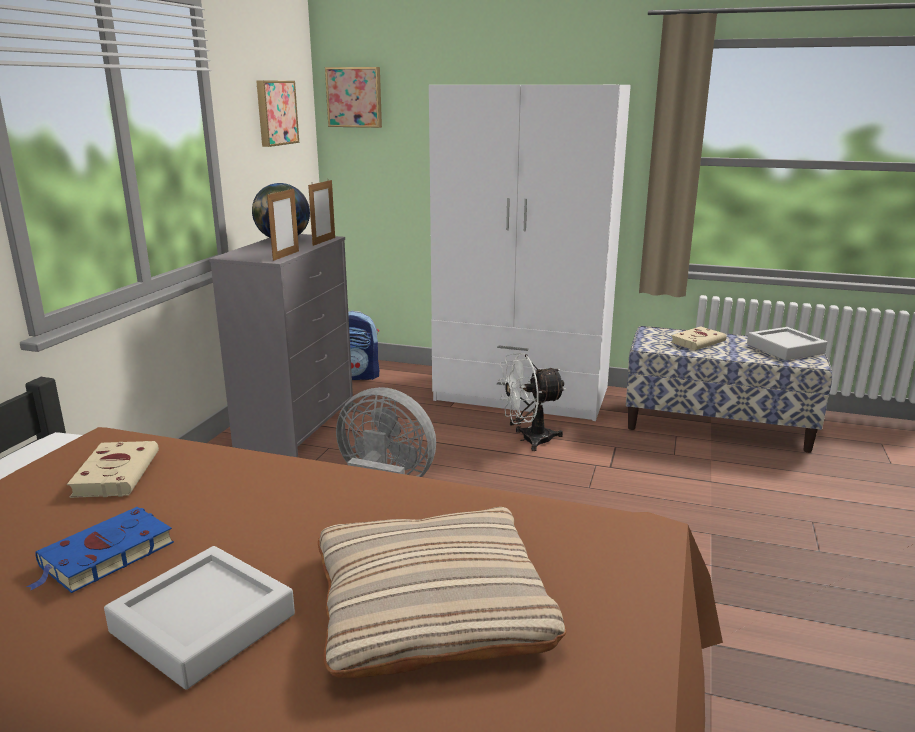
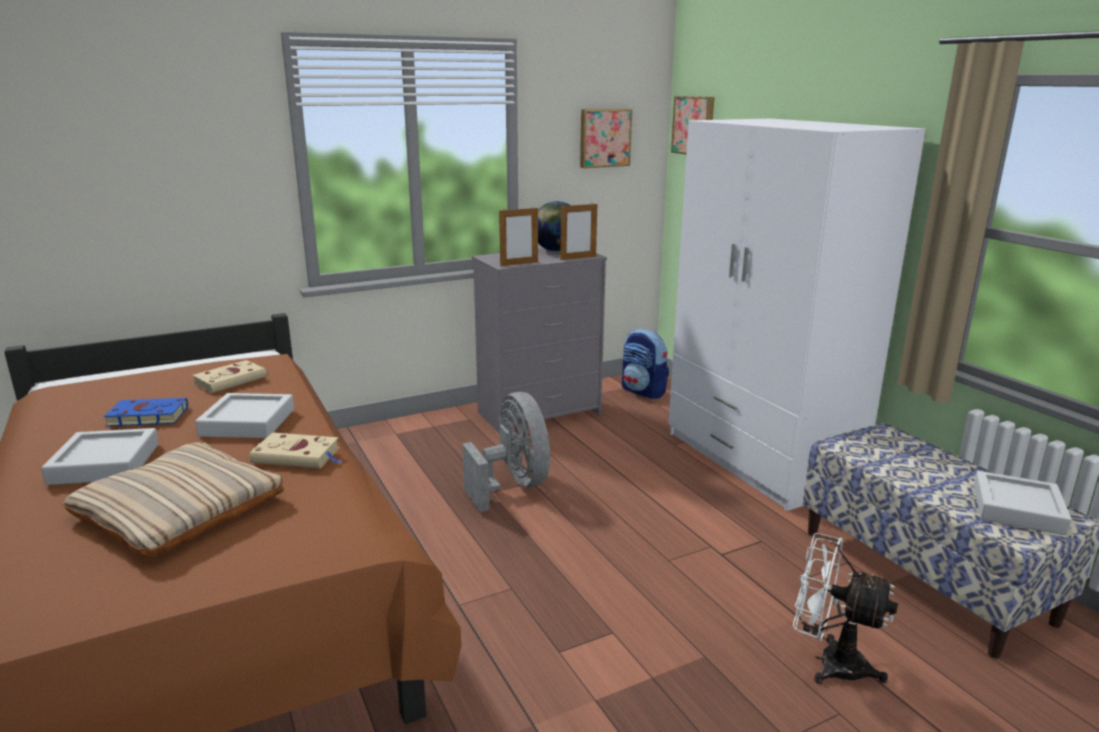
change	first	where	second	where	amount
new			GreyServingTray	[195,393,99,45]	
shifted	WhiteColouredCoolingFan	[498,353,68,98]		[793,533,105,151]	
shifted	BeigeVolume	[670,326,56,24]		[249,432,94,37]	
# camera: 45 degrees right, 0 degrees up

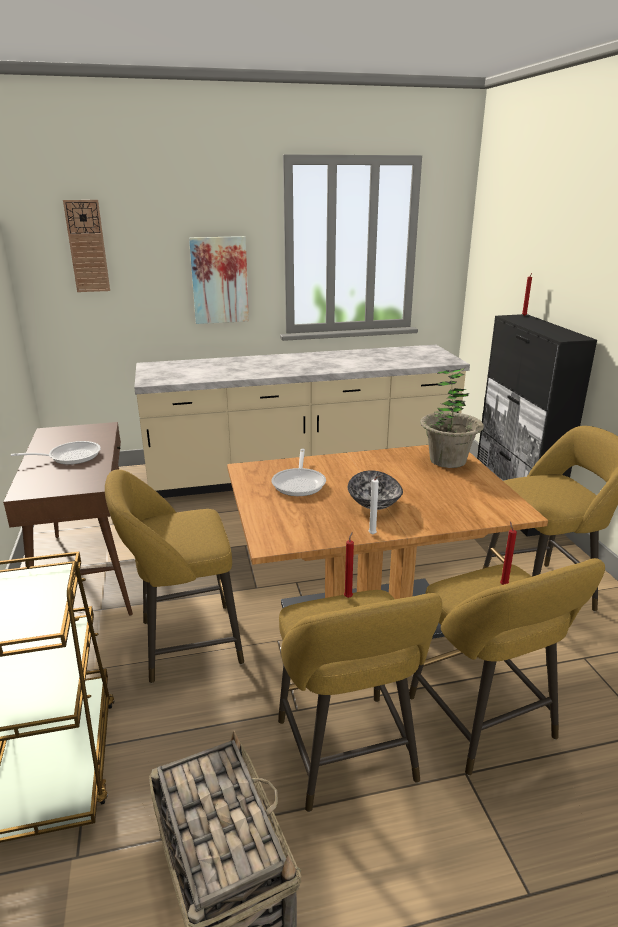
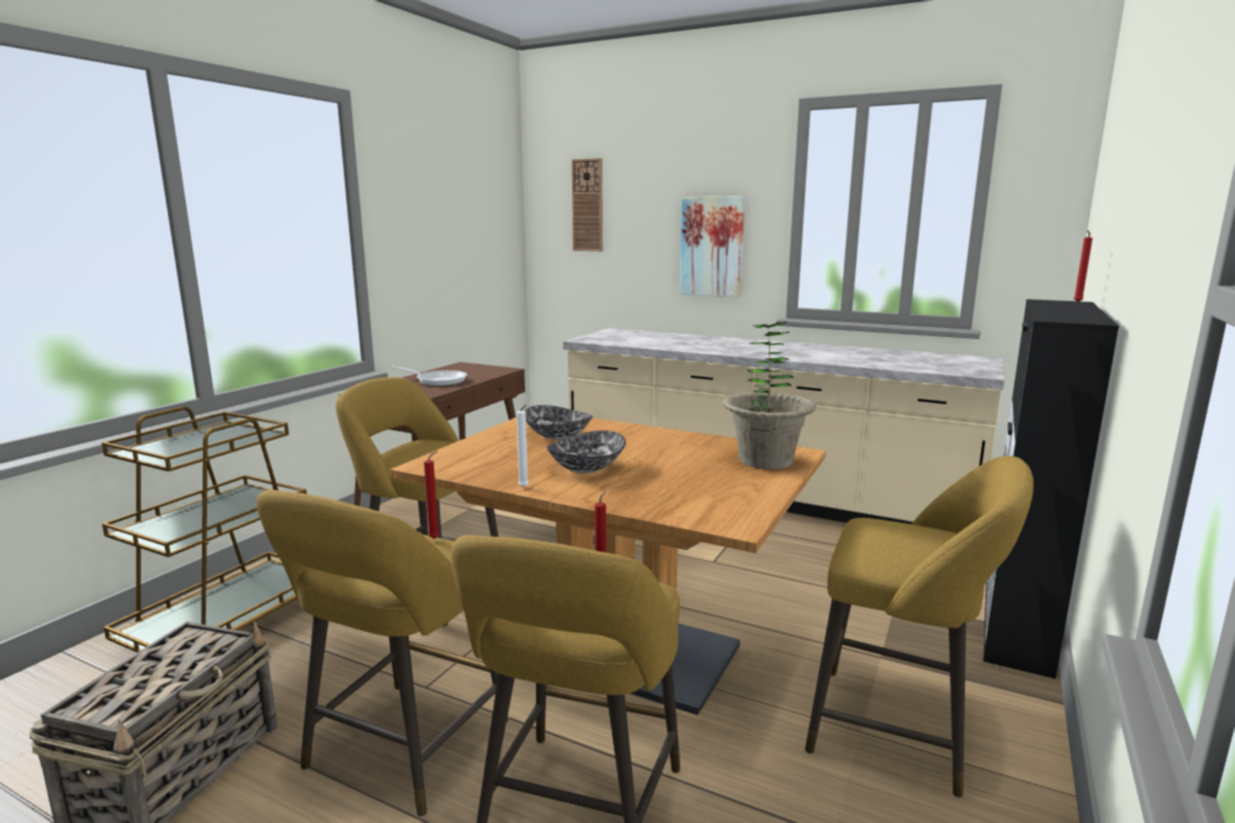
change	first	where	second	where	amount
swapped	FryingPan	[272,449,54,47]	ServingBowl	[524,405,69,35]	
# camera: 40 degrees right, 10 degrees down

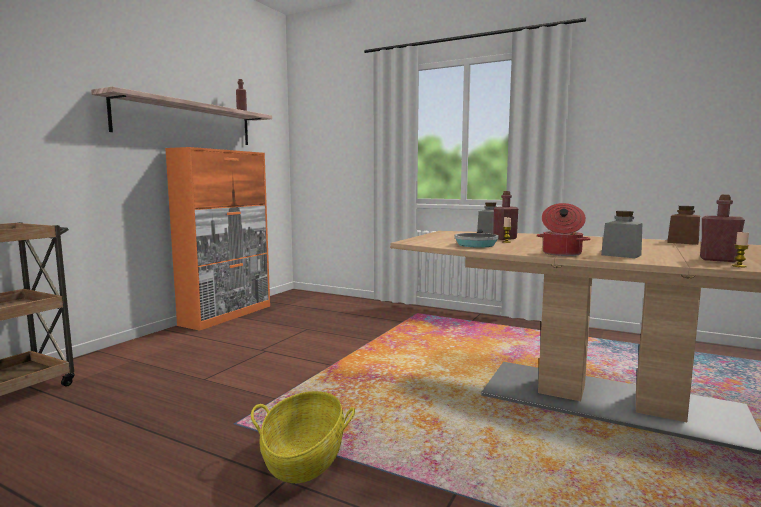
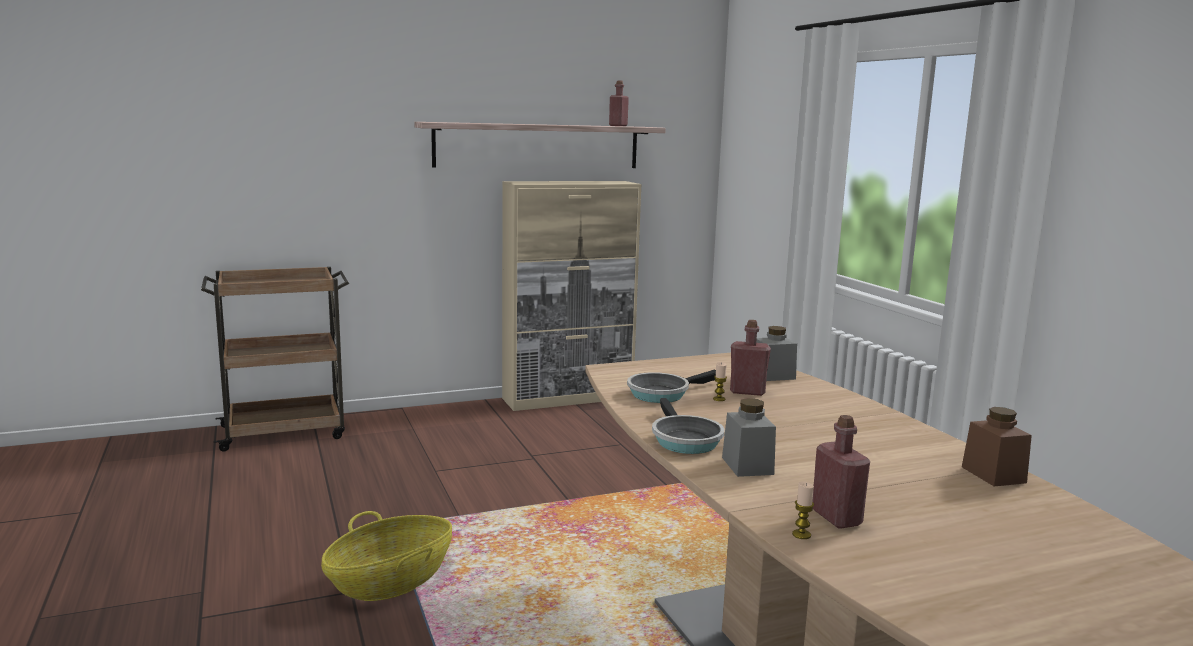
change	first	where	second	where	amount
swapped	CookingPot	[537,203,54,53]	FryingPan	[652,398,73,56]	
repainted	OrangeCupboard	[165,147,105,184]	BeigeCupboard	[502,181,140,230]	
# camera: 40 degrees right, 5 degrees up

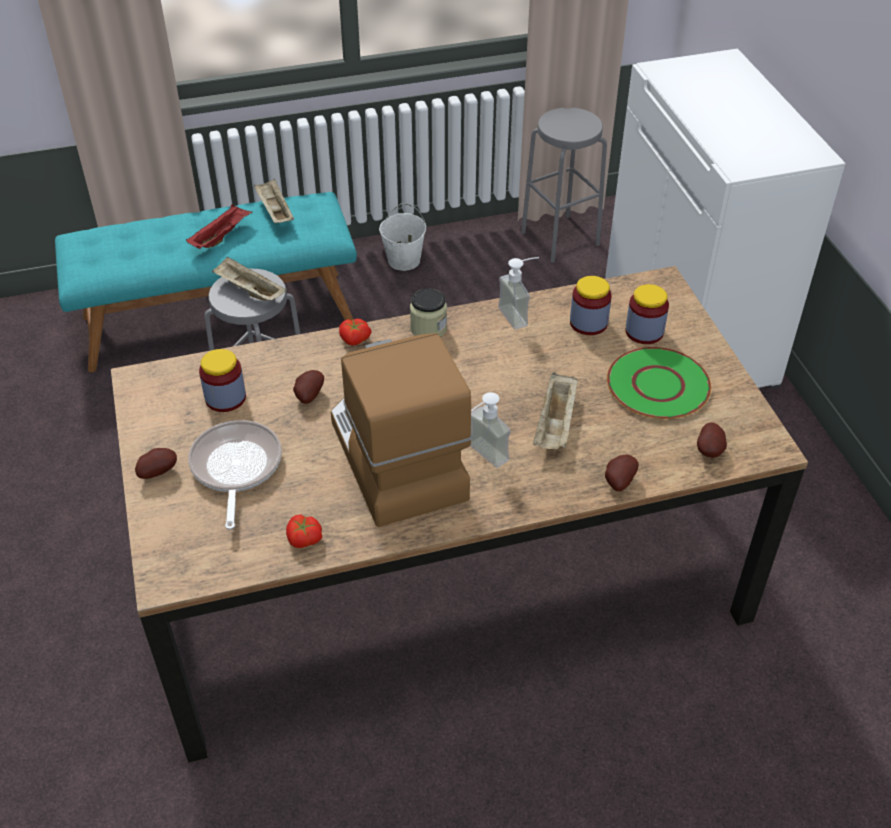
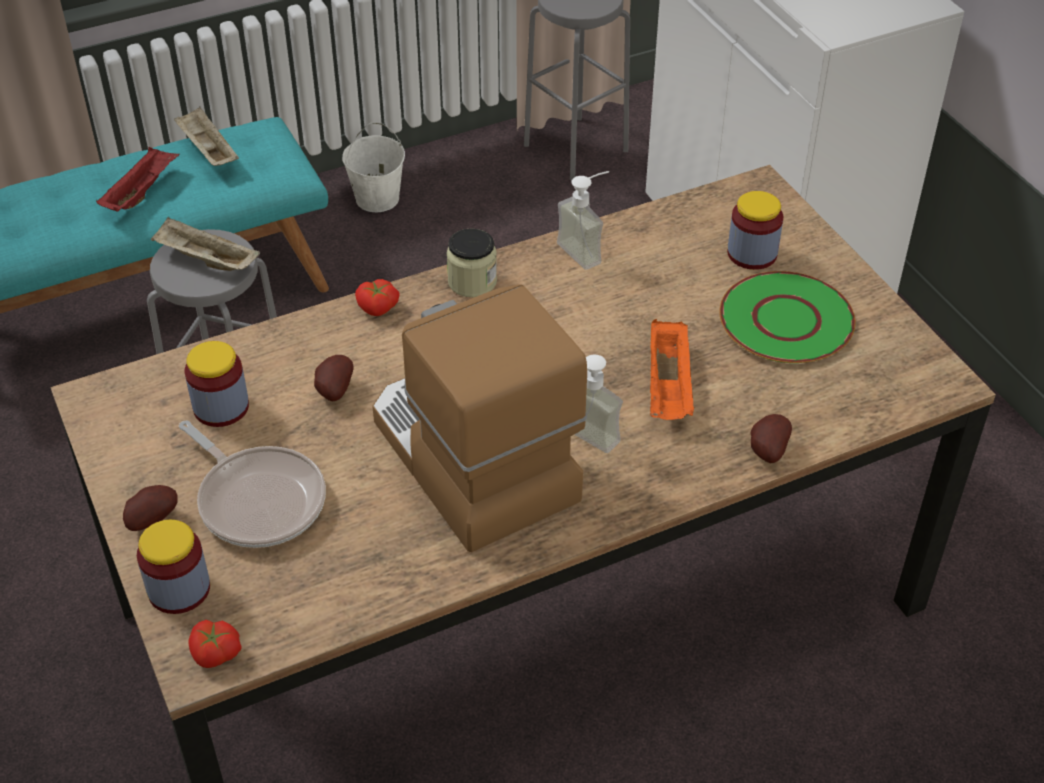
change	first	where	second	where	amount
gone	Potato	[697,422,30,36]			
shifted	FreshTomato	[286,514,36,34]		[188,620,54,48]	
shifted	Jar	[570,276,42,59]		[137,520,73,94]	
repainted	BeigeServingTray	[533,372,45,77]	OrangeServingTray	[650,319,45,101]	
rotated	FryingPan	[188,420,94,110]		[179,420,147,128]	150 degrees clockwise
# camera: 10 degrees left, 0 degrees up

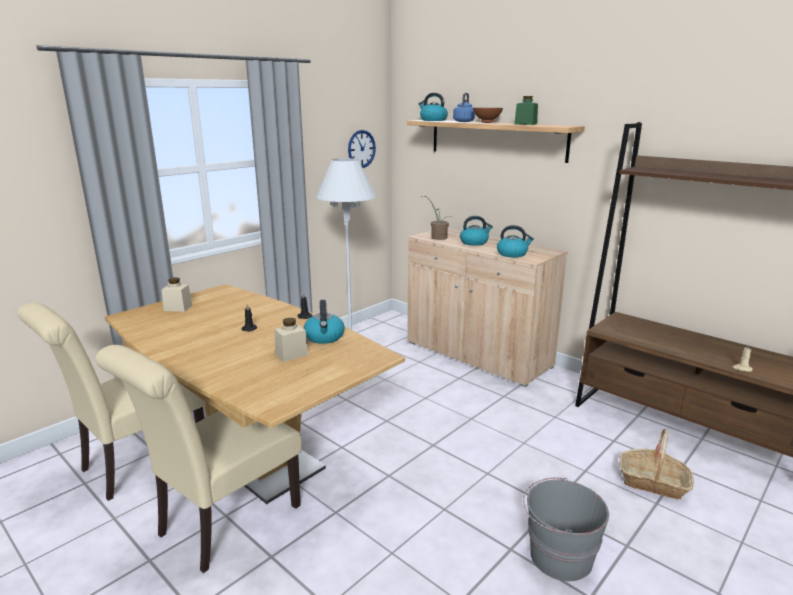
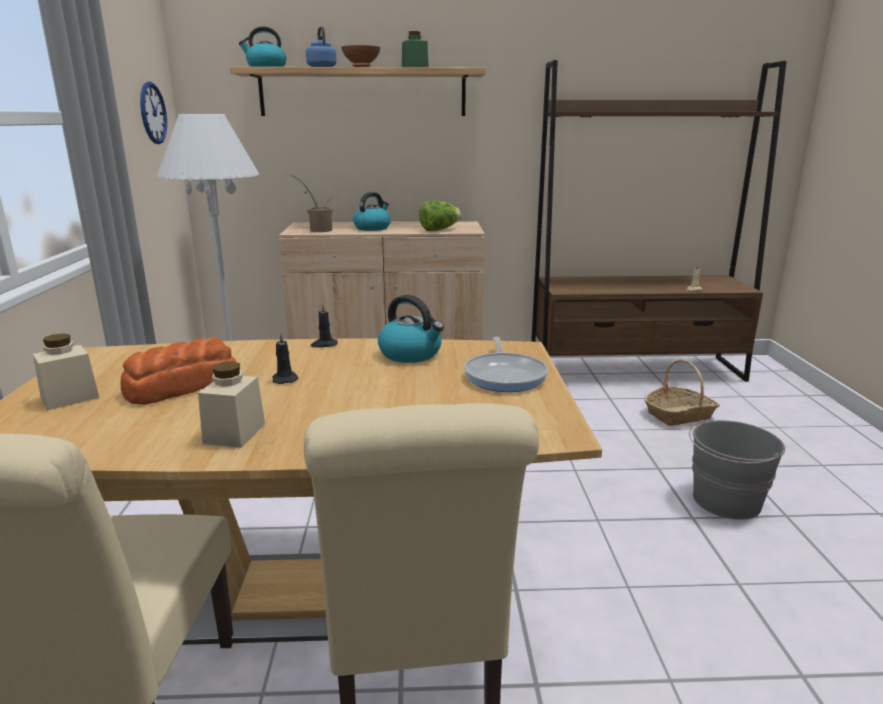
change	first	where	second	where	amount
new			BakeryBread	[121,337,115,68]	
new			FryingPan	[464,337,84,55]	
shifted	BeigeJar	[275,318,33,44]		[198,361,67,87]	
swapped	WaterKettle	[497,225,37,32]	Lettuce	[419,200,42,31]	
# camera: 45 degrees left, 0 degrees up

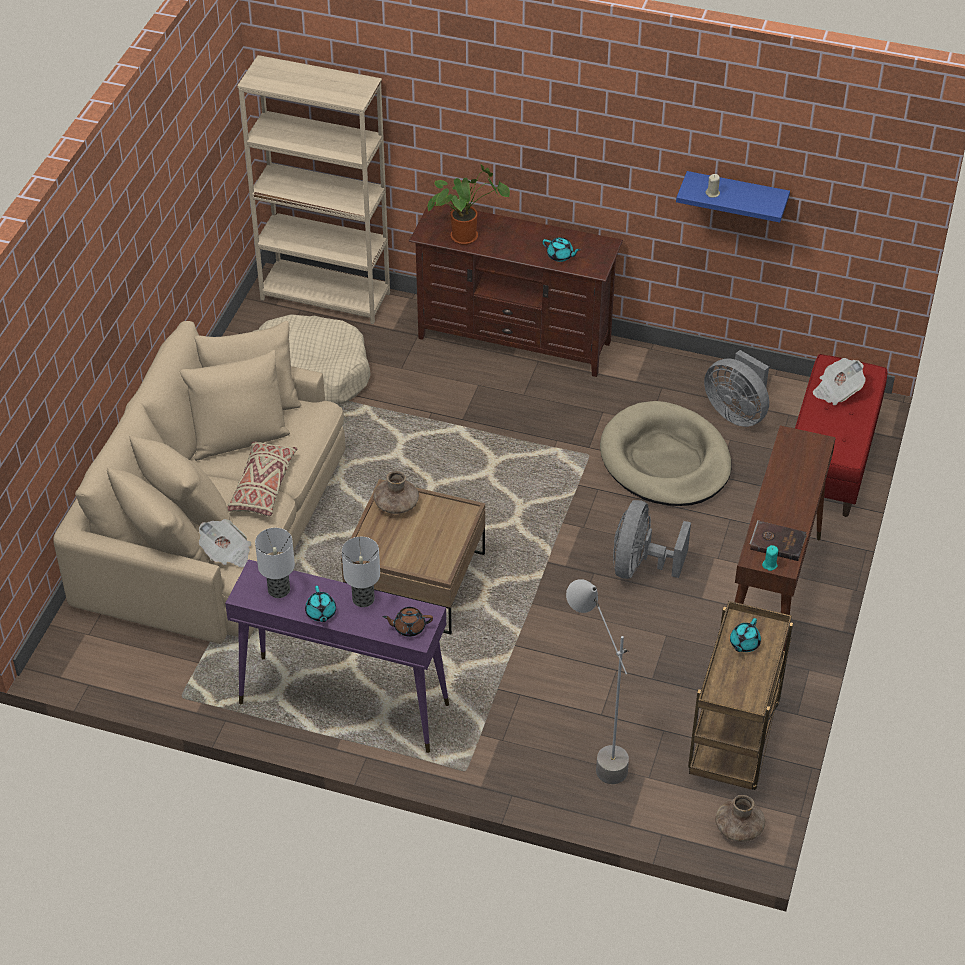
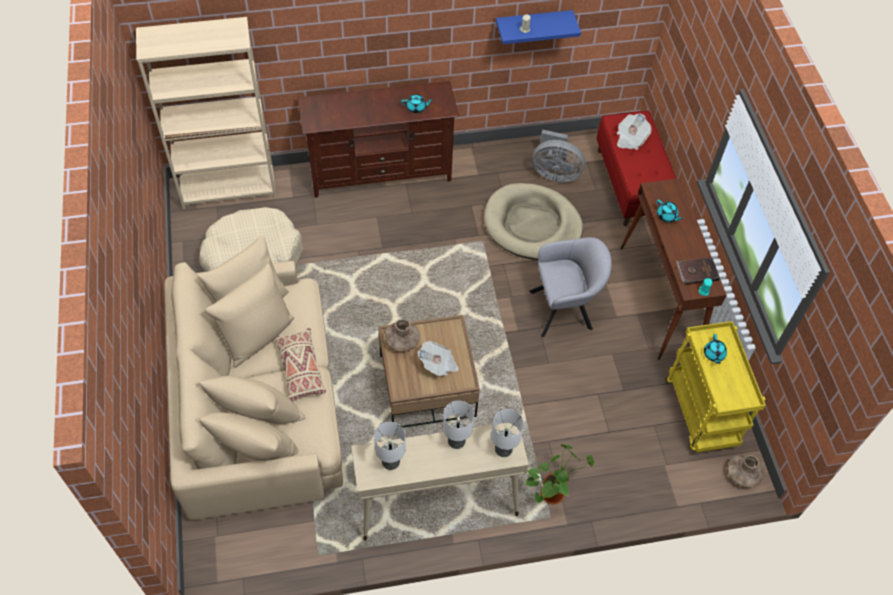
change	first	where	second	where	amount
gone	GreyStandingLamp	[566,579,64,205]			
shifted	Newspaper	[199,519,52,49]		[418,341,41,35]	
shifted	TurquoiseColouredTeapot	[305,586,31,36]		[656,200,27,22]	
shifted	Houseplant	[428,165,82,80]		[525,444,69,60]	
swapped	BrownTeapot	[383,607,50,30]	TabletopLamp	[491,409,33,48]	
swapped	GreyCoolingFan	[613,500,78,79]	GreyEasyChair	[529,237,83,100]	
repainted	PurplishNarrowTable	[225,559,224,194]	BeigeNarrowTable	[351,423,178,118]	
repainted	BrownWheeledCart	[688,601,105,189]	YellowColouredWheeledCart	[666,321,100,131]	
# camera: 30 degrees left, 10 degrees up

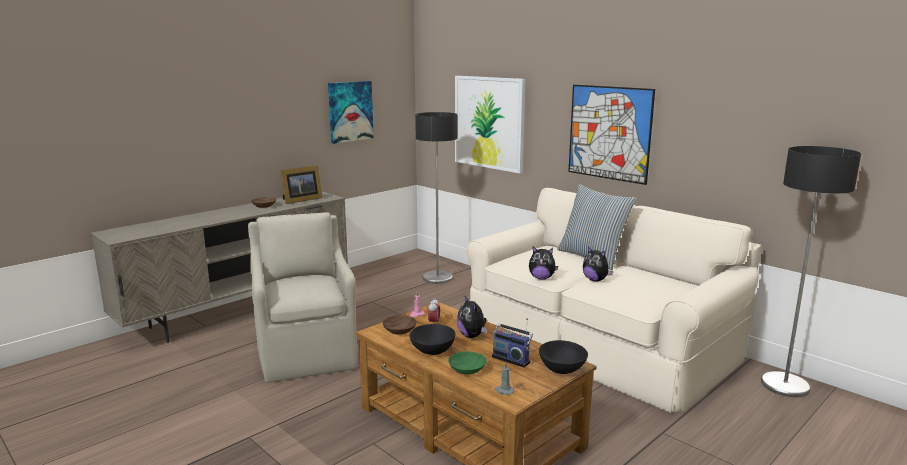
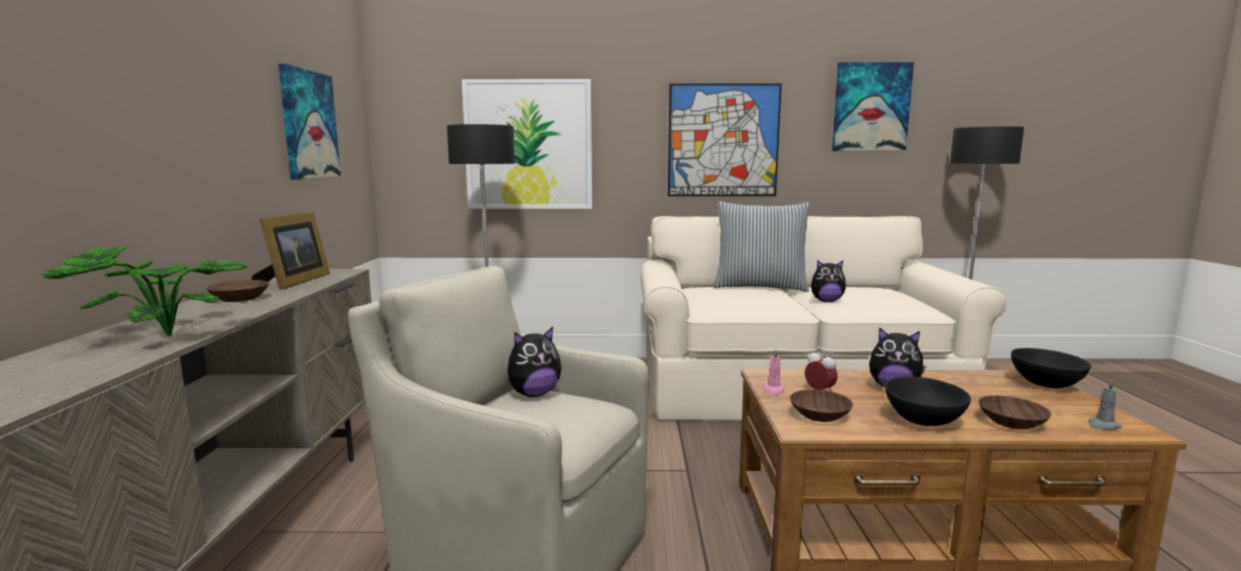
change	first	where	second	where	amount
gone	Radio	[492,318,41,49]			
new			Houseplant	[41,246,206,91]	
new			WallArt	[832,62,82,89]	
shifted	PlushToy	[529,247,29,33]		[507,327,54,70]	
repainted	GreenColouredServingBowl	[448,351,39,24]	BrownServingBowl	[978,396,73,33]	
# camera: 45 degrees left, 5 degrees down

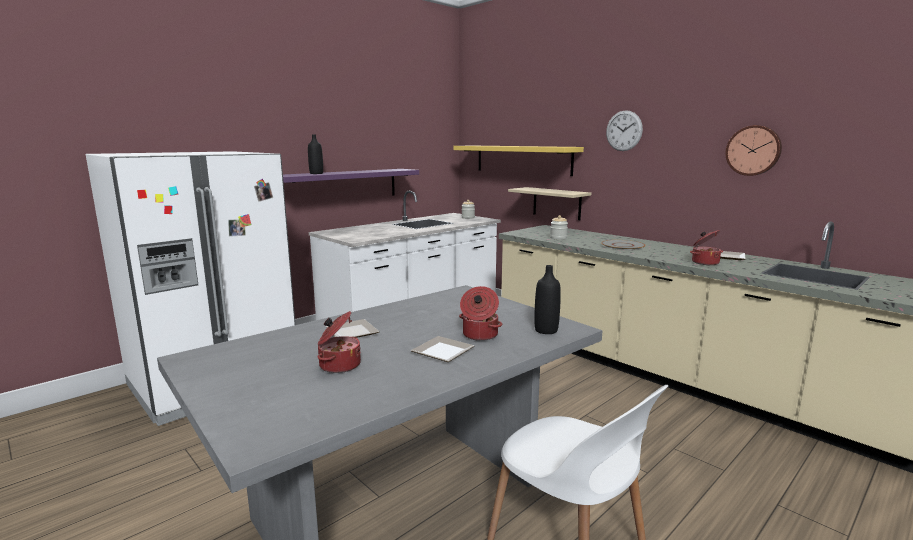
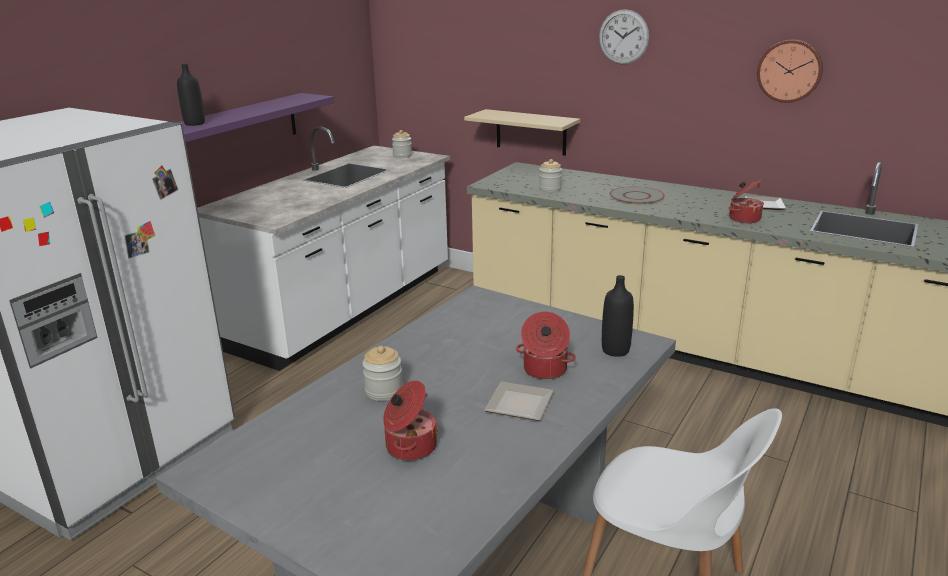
change	first	where	second	where	amount
gone	YellowColouredShelf	[453,146,131,30]			
swapped	DinnerPlate	[326,319,54,19]	Jar	[362,346,41,55]	
# camera: 15 degrees left, 10 degrees up

